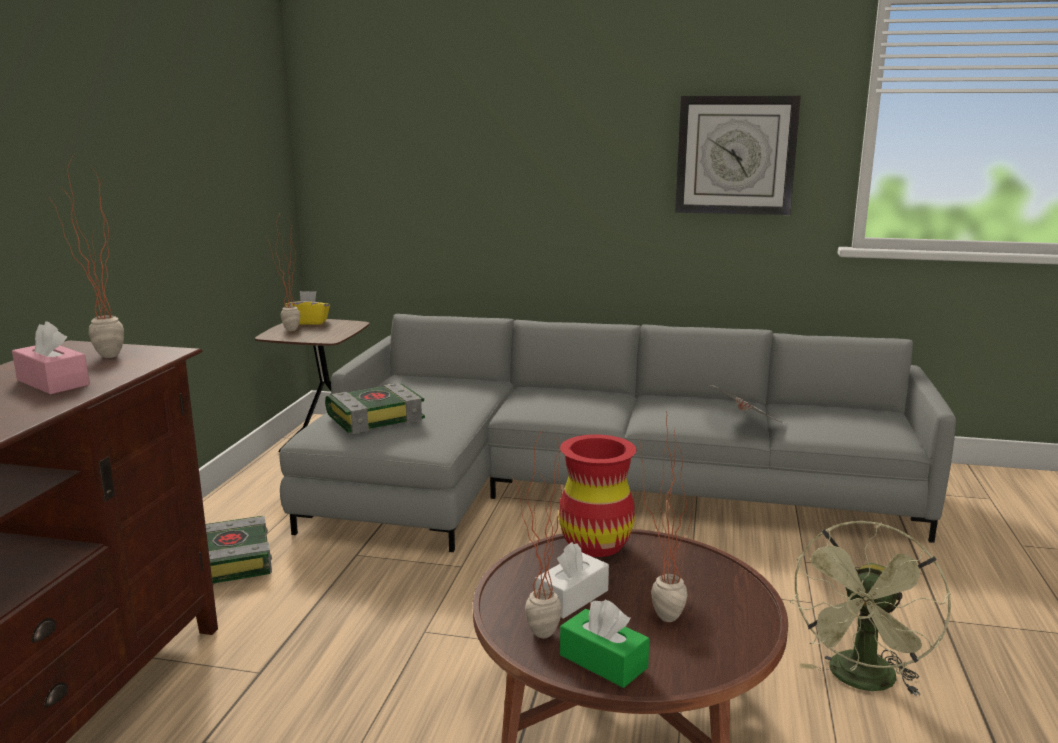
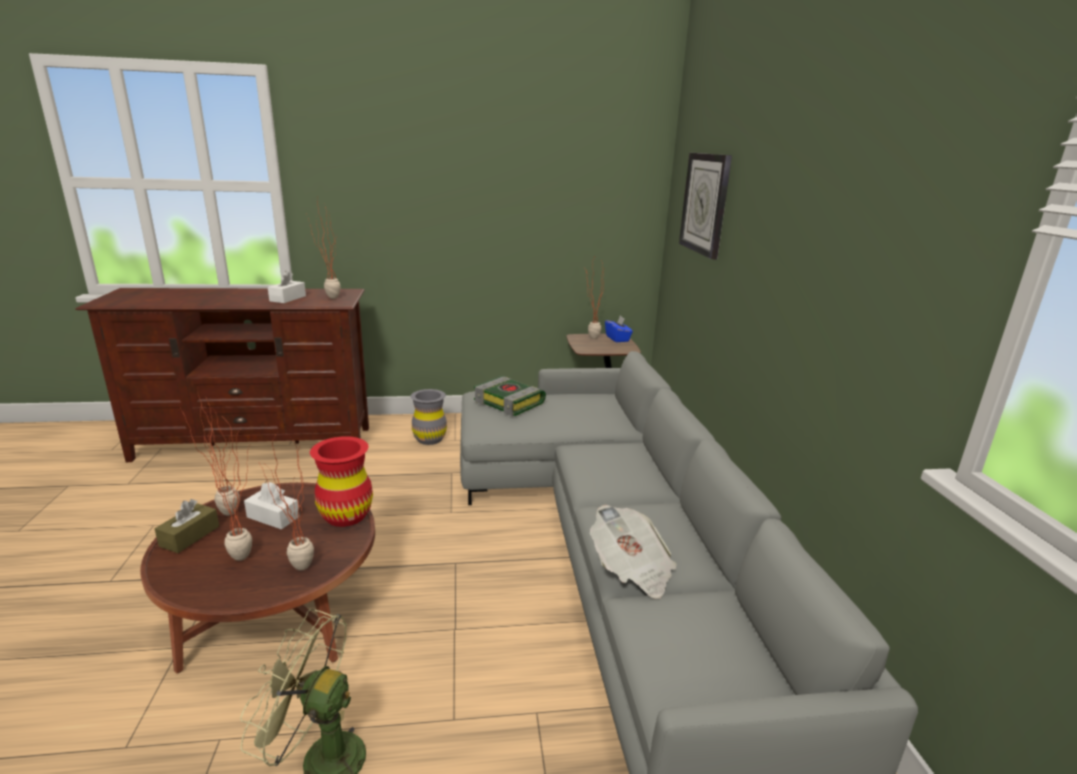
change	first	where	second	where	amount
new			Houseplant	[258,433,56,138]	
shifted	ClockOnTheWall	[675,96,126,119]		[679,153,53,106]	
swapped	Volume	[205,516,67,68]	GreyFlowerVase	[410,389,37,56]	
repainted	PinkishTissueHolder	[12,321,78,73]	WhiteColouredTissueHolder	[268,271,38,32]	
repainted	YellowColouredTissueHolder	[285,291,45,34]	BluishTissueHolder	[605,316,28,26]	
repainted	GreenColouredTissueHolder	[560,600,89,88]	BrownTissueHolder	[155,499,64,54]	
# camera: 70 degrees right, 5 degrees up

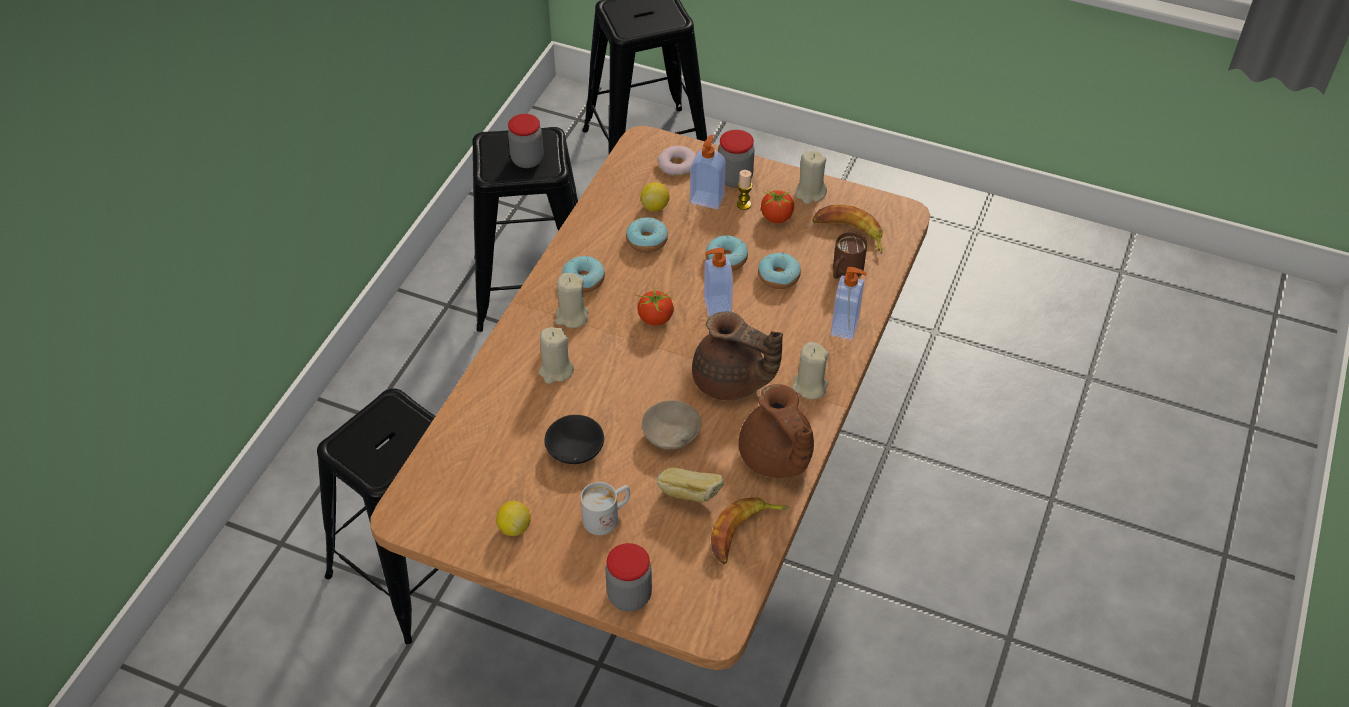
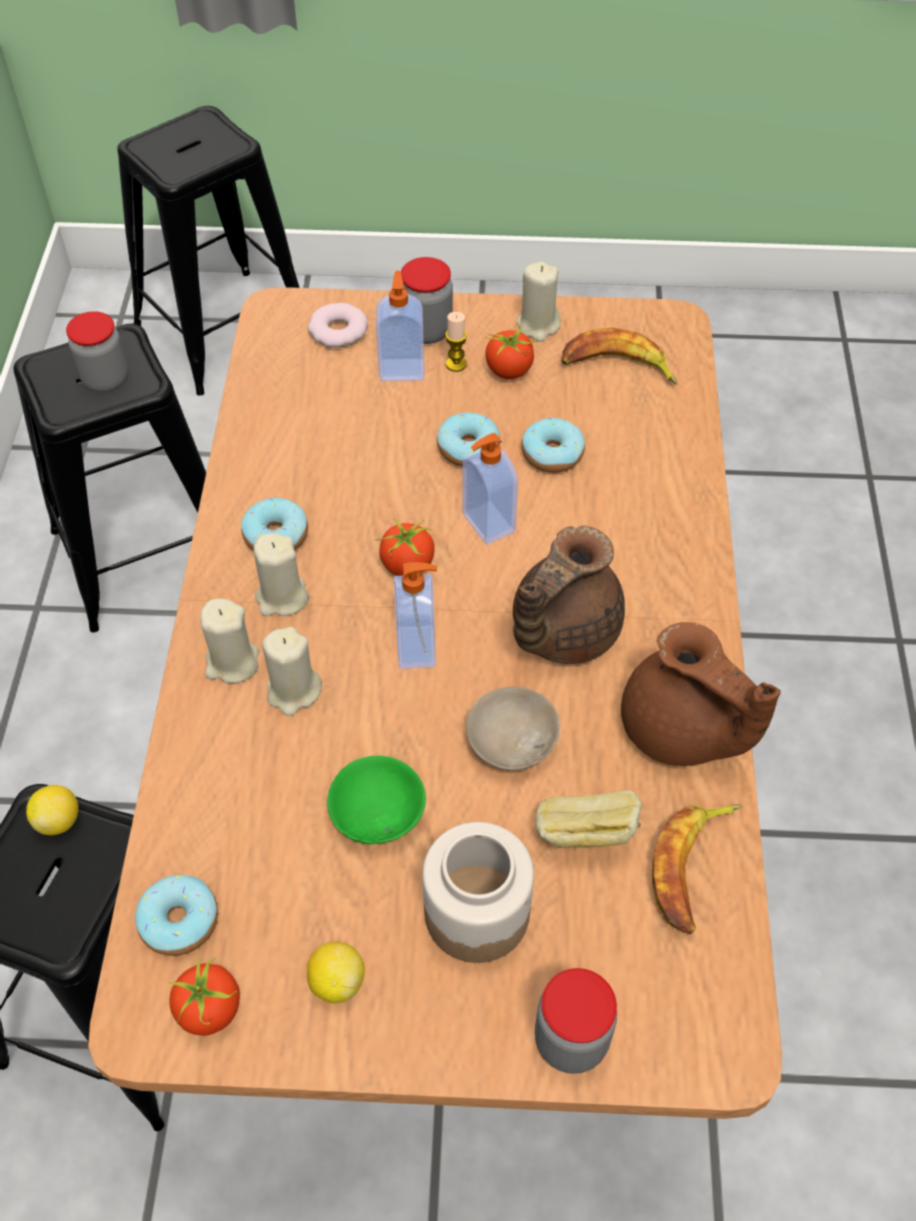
change	first	where	second	where	amount
gone	BrownMug	[833,232,34,47]			
new			FreshTomato	[168,955,72,81]	
shifted	Doughnut	[626,217,42,36]		[135,875,83,81]	
shifted	CitrusFruit	[641,182,29,29]		[26,785,53,51]	
shifted	BeigeCandle	[792,342,37,57]		[200,599,59,84]	
shifted	LiquidSoapBottle	[831,267,36,73]		[394,562,43,107]	
swapped	WhiteColouredMug	[581,482,49,53]	Jar	[422,822,112,141]	
repainted	BlackishServingBowl	[545,415,59,49]	GreenColouredServingBowl	[327,756,99,88]	
rotated	BrownTeapot	[692,311,91,90]		[513,526,112,138]	120 degrees clockwise
# camera: 20 degrees left, 5 degrees up

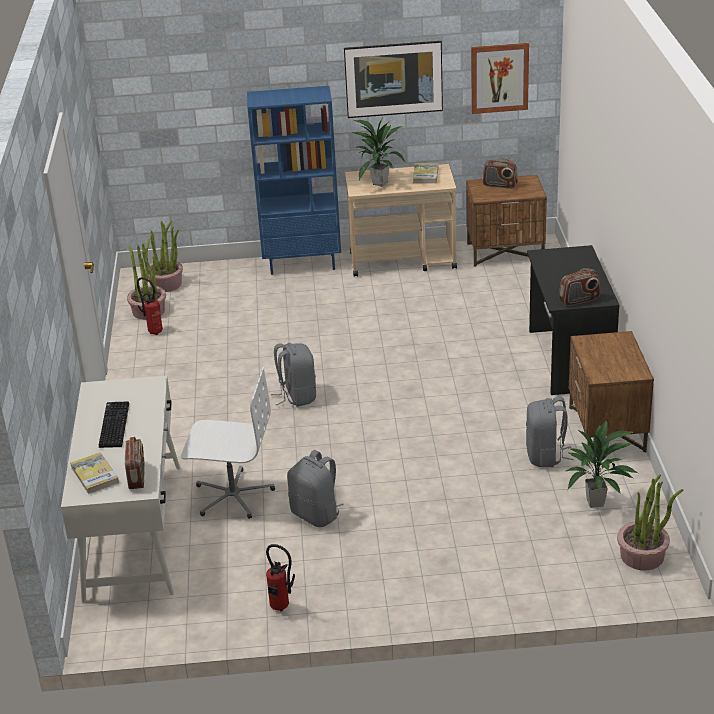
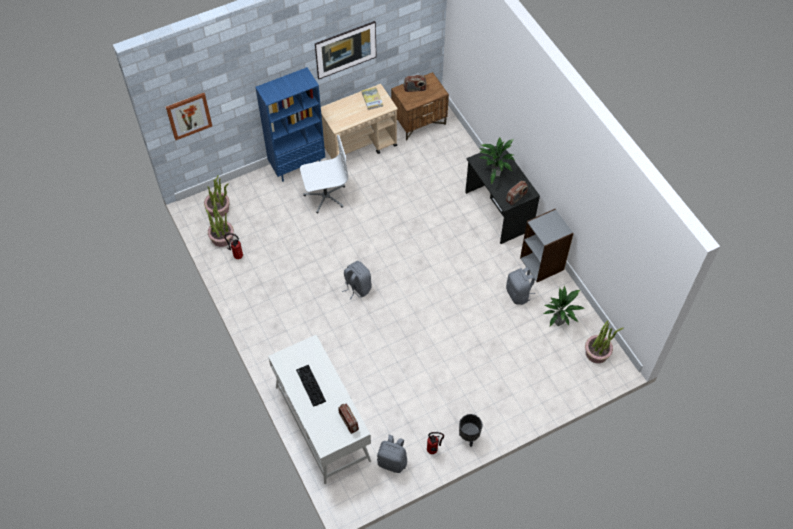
change	first	where	second	where	amount
gone	Volume	[70,452,49,42]			
new			BlackishPlanter	[459,414,24,33]	
shifted	WhiteColouredOfficeChair	[181,367,94,152]		[300,135,48,78]	
shifted	GreyBackpack	[287,450,57,77]		[377,435,30,38]	
shifted	Houseplant	[351,118,55,69]		[479,138,36,46]	
shifted	WallArt	[471,43,58,71]		[166,93,46,47]	
swapped	BrownNightstand	[569,331,85,122]	GreyShelvingUnit	[520,209,54,73]	
# camera: 25 degrees left, 25 degrees up

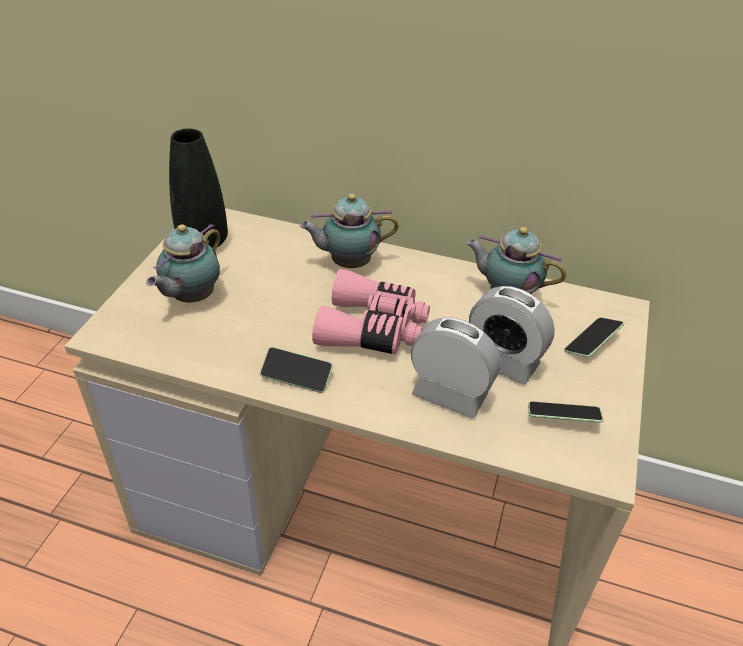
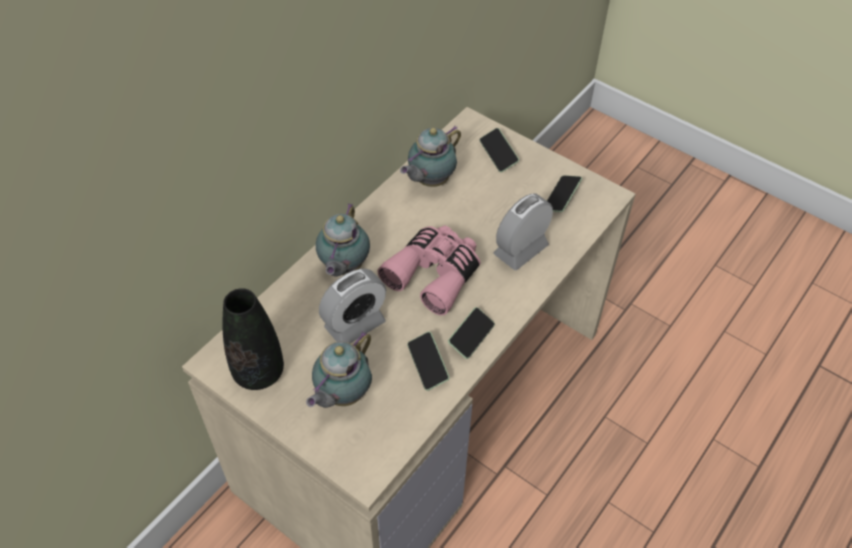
change	first	where	second	where	amount
new			Phone	[407,332,43,59]	
shifted	TableClock	[469,286,86,99]		[319,269,67,74]	
rotated	Teapot	[146,224,74,79]		[306,331,66,77]	75 degrees clockwise
# camera: 70 degrees left, 10 degrees up

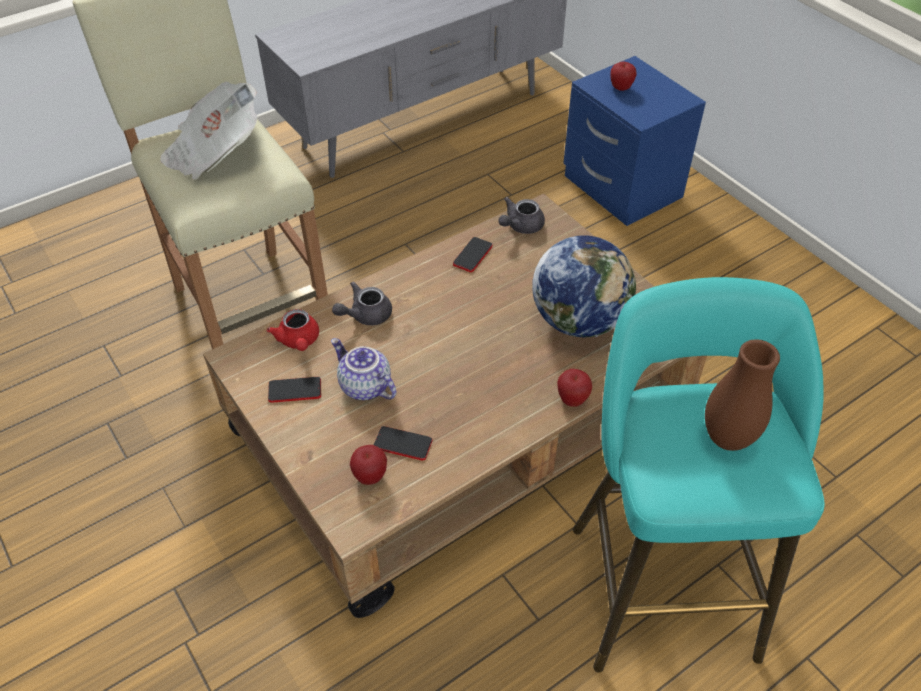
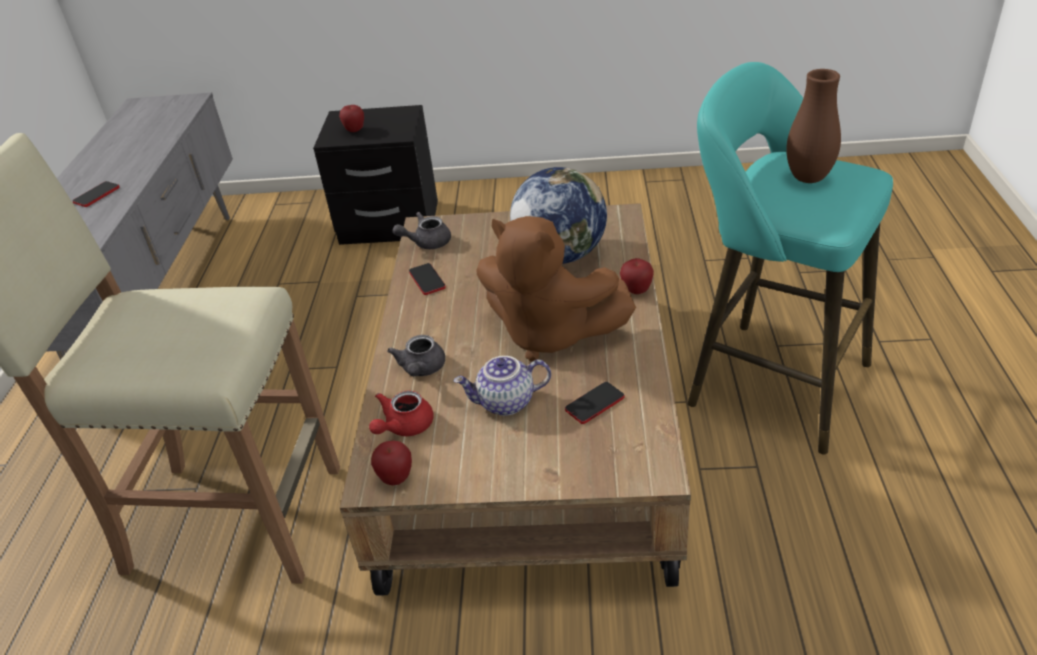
change	first	where	second	where	amount
gone	Newspaper	[160,82,98,98]			
new			BrownPlushToy	[477,216,159,145]	
shifted	Phone	[268,377,53,26]		[73,181,46,26]	
shifted	WholeApple	[350,445,37,40]		[371,440,41,45]	
repainted	BluishNightstand	[563,56,143,170]	BlackishNightstand	[313,105,125,140]	
rotated	RedTeapot	[267,309,52,42]		[369,391,65,45]	105 degrees clockwise
rotated	GreyTeapot	[498,197,47,37]		[393,212,58,37]	75 degrees clockwise
# camera: 50 degrees left, 10 degrees down

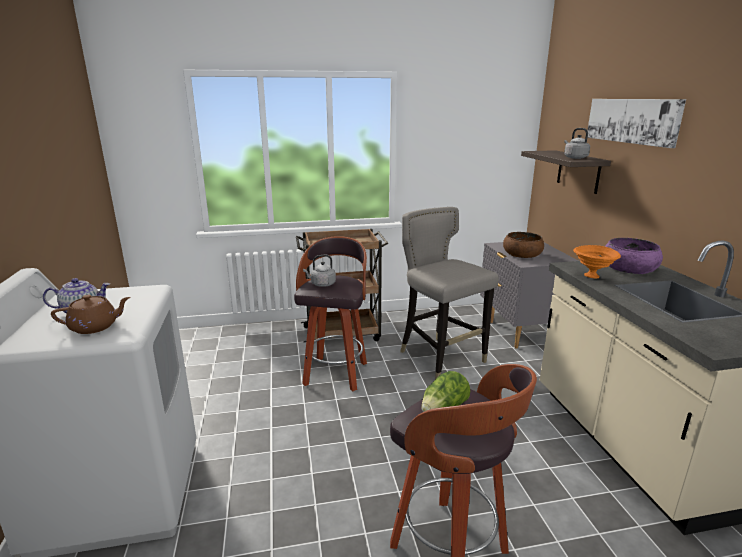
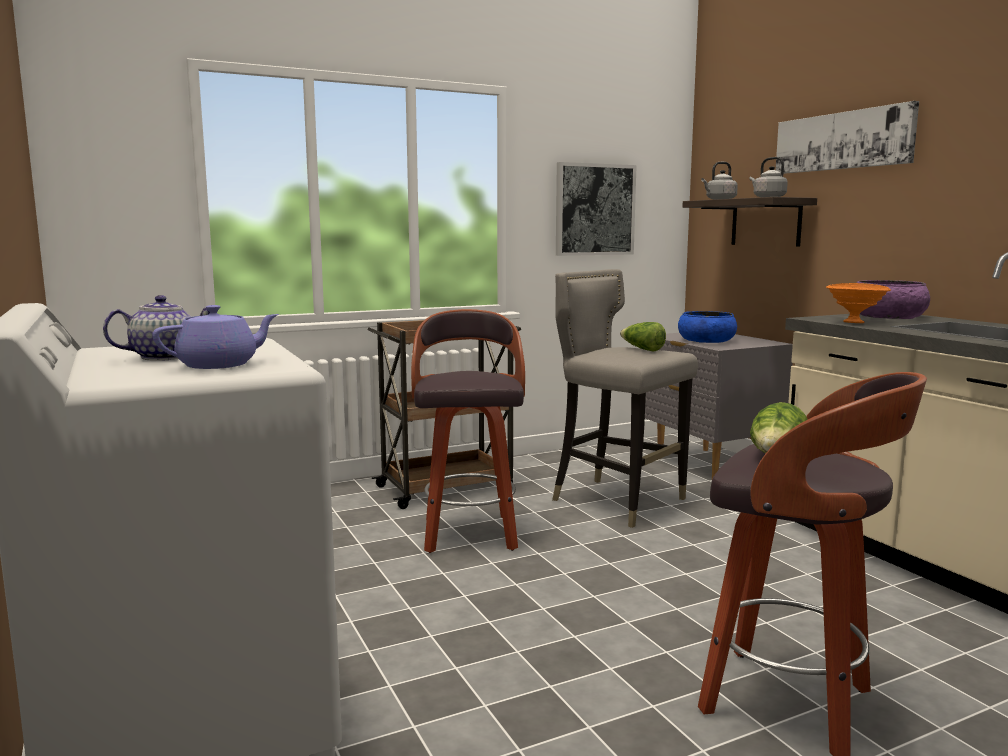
change	first	where	second	where	amount
new			WallArt	[556,162,81,94]	
new			Lettuce	[620,322,46,30]	
shifted	GreyWaterKettle	[303,255,33,32]		[701,162,37,38]	
repainted	BrownTeapot	[51,295,79,39]	PurplishTeapot	[152,305,127,64]	
repainted	BrownServingBowl	[503,232,41,26]	BluishServingBowl	[678,311,59,32]	
# camera: 15 degrees left, 10 degrees down

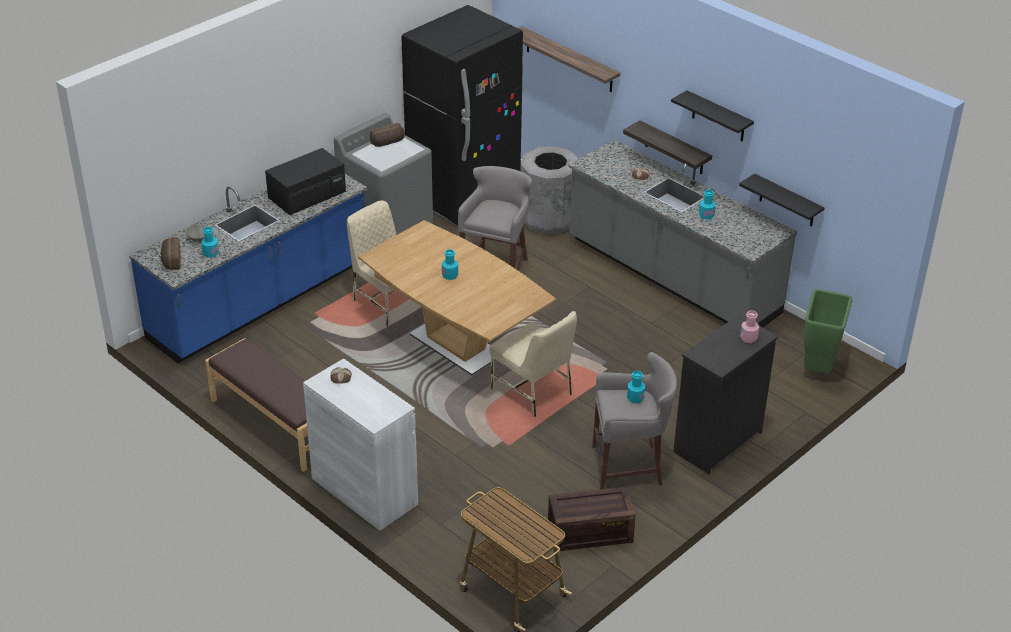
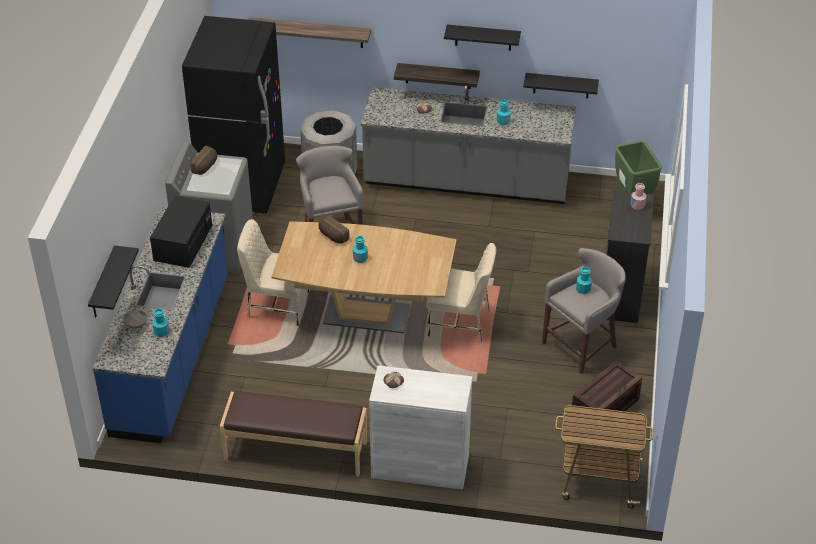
change	first	where	second	where	amount
new			BlackishShelf	[88,246,51,71]	
shifted	BakeryBread	[161,237,20,33]		[318,215,31,29]	
# camera: 35 degrees left, 5 degrees up

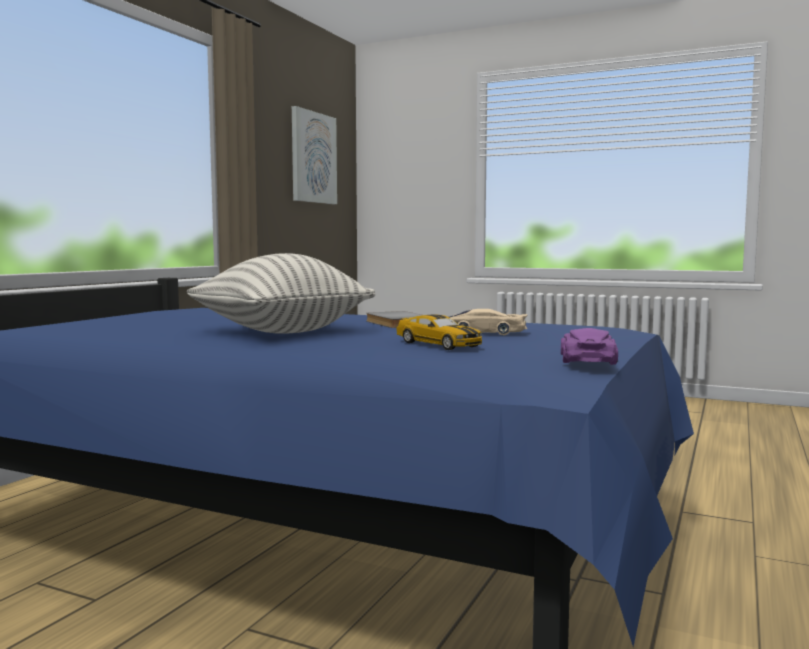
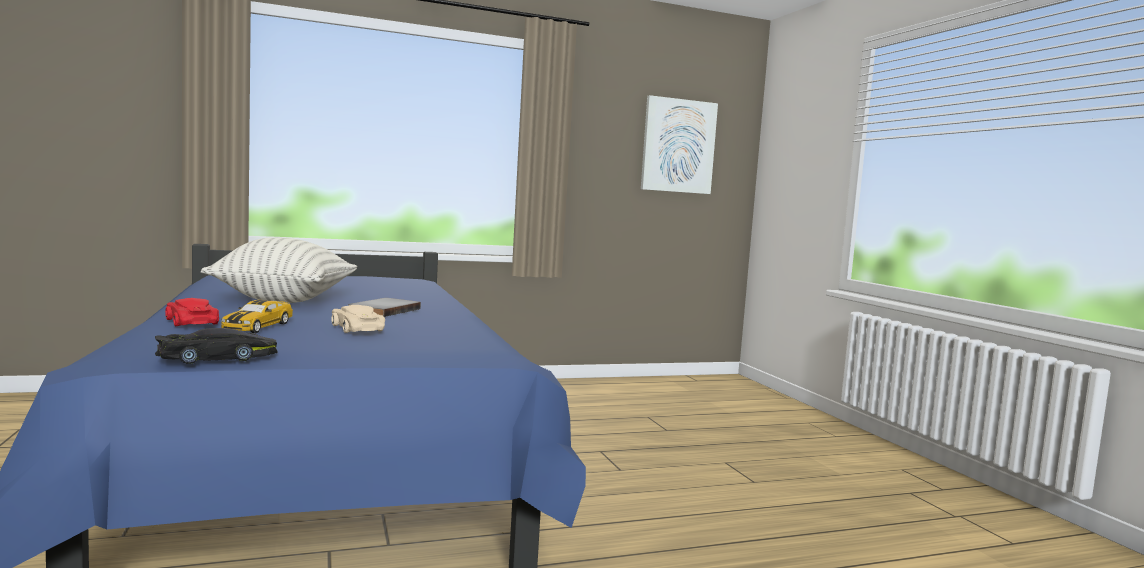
change	first	where	second	where	amount
new			RedToyCar	[165,298,54,28]	
repainted	PurplishToyCar	[561,328,57,37]	BlackishToyCar	[155,328,122,36]	
# camera: 45 degrees right, 0 degrees up

